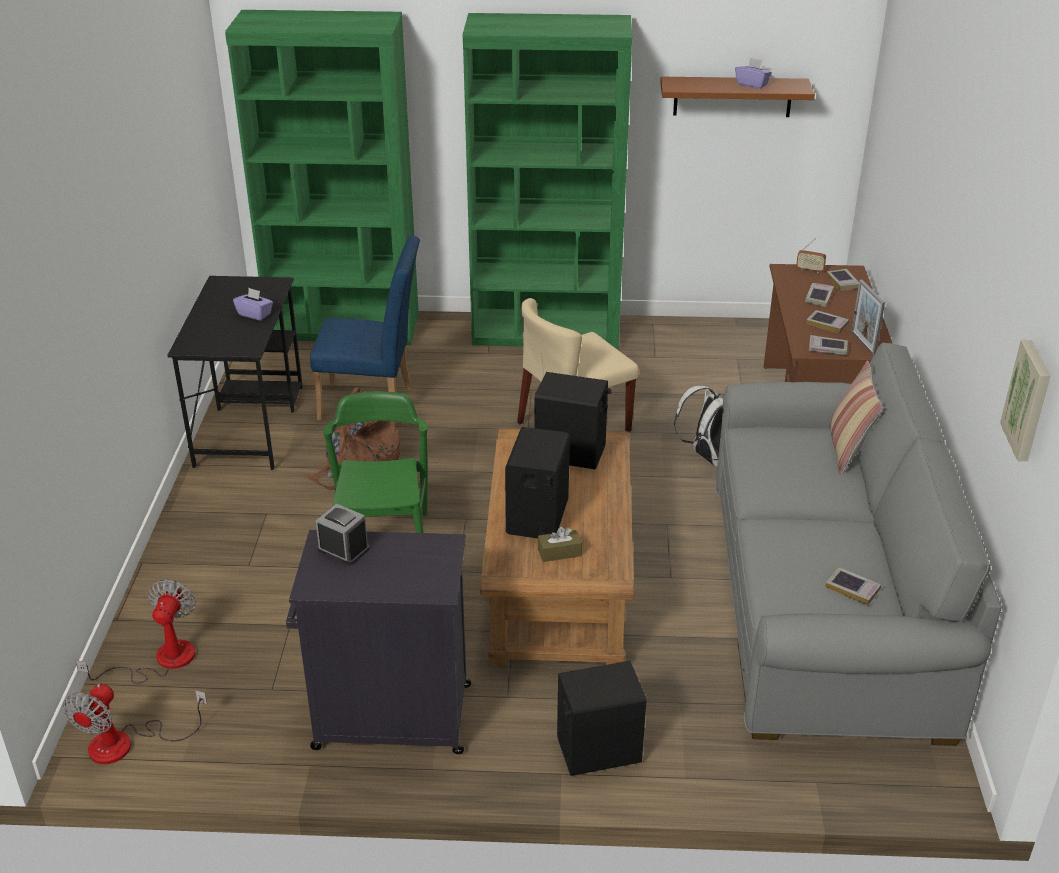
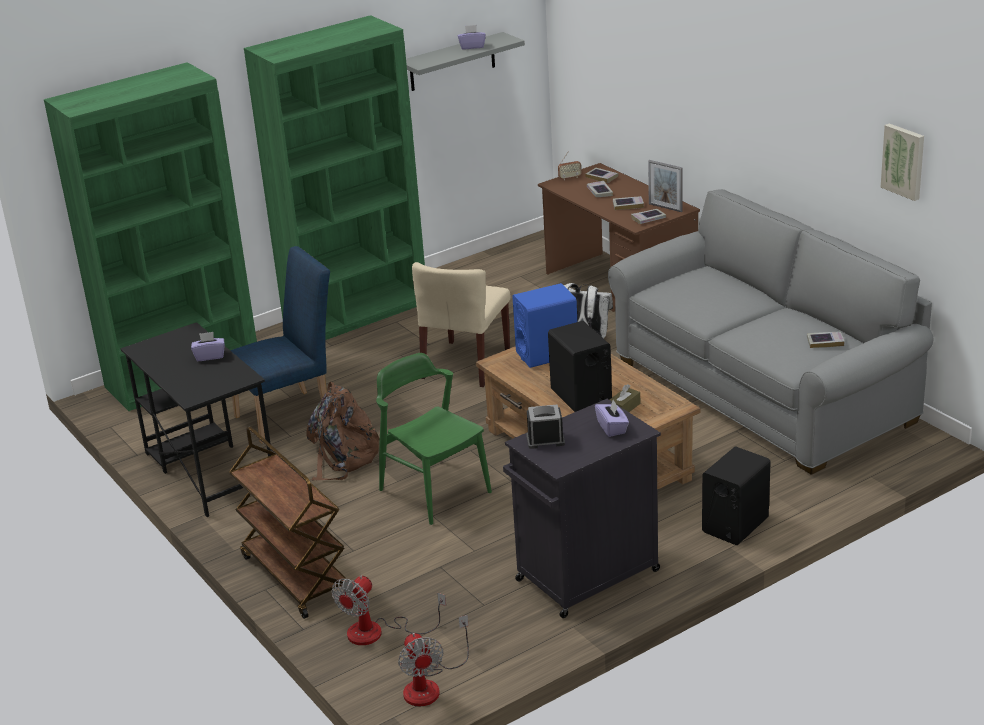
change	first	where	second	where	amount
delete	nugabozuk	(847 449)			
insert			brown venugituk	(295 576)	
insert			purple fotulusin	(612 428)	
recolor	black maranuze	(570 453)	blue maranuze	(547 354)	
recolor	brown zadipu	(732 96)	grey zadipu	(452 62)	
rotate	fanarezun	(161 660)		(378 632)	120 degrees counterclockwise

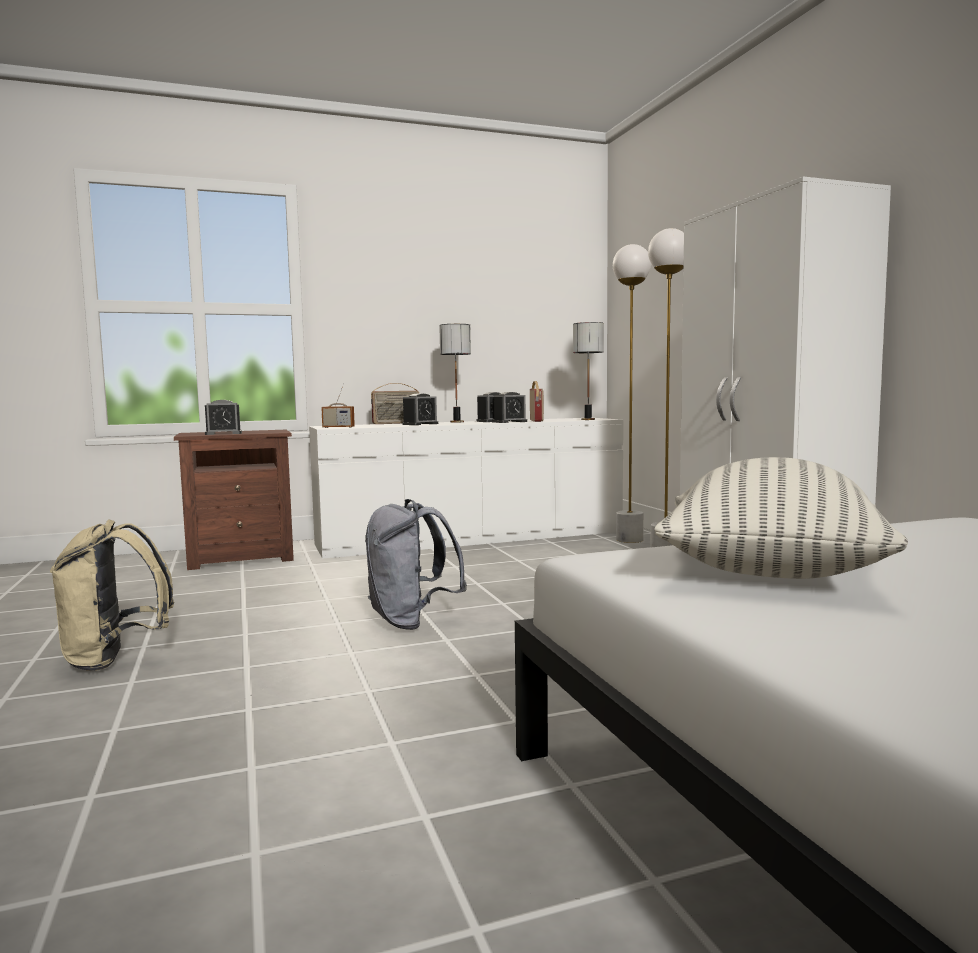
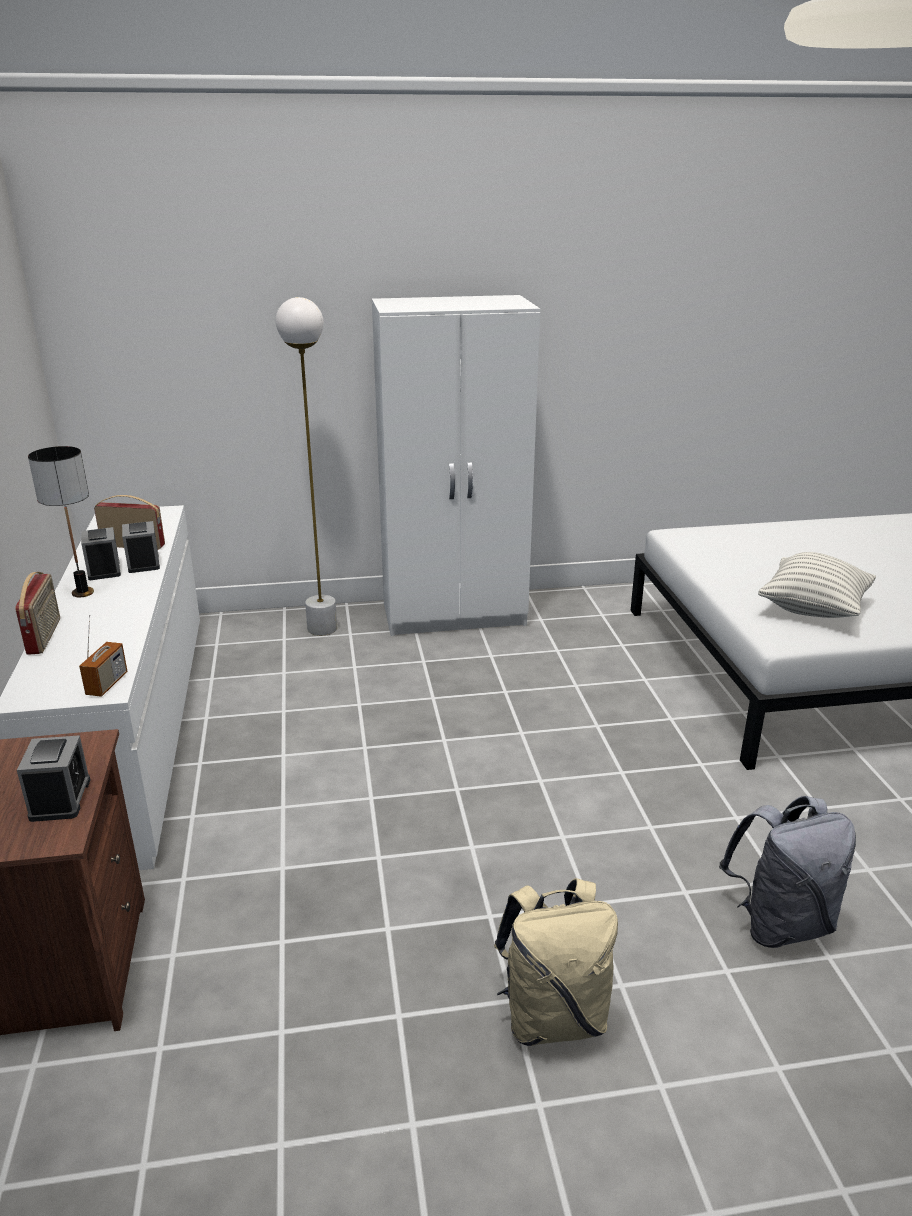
change	first	where	second	where	amount
delete	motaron	(420 424)			
delete	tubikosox	(588 419)			
delete	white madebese	(629 540)			
move	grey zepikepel	(411 622)		(780 923)	

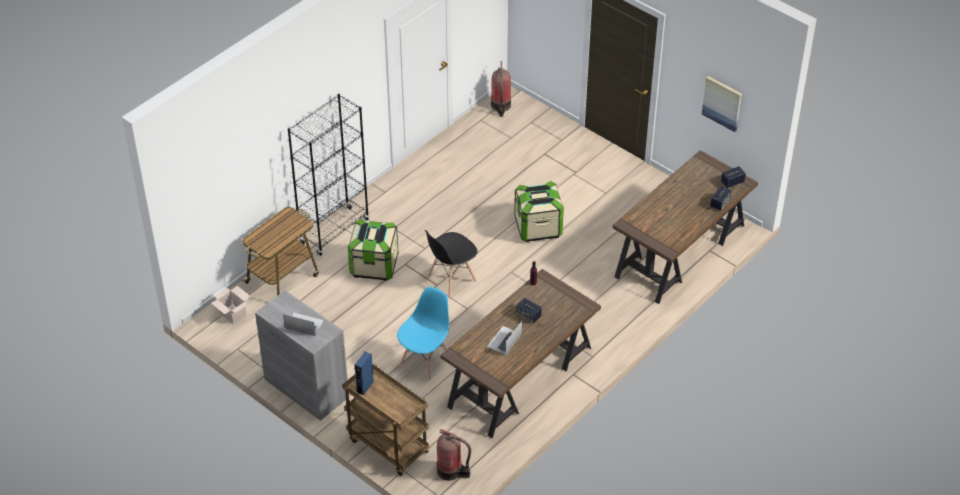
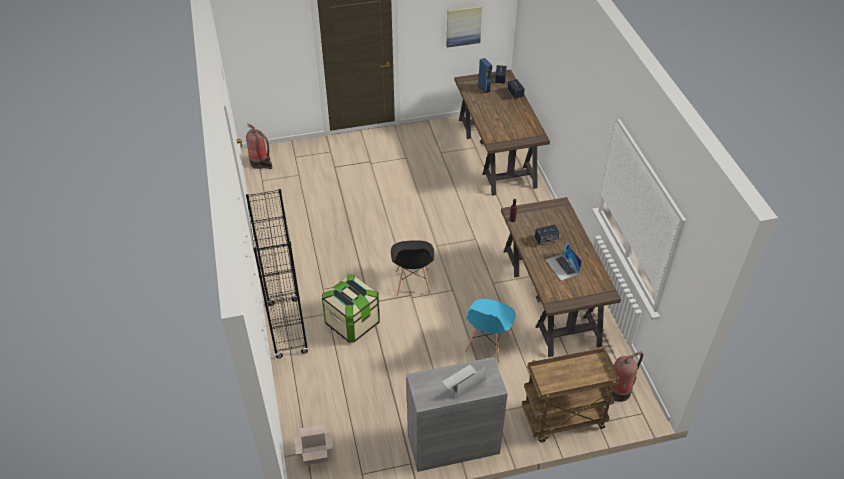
change	first	where	second	where	amount
delete	venugituk	(283 278)			
delete	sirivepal	(538 227)			
move	blue maranuze	(365 386)		(484 89)	
rotate	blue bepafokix	(425 361)		(487 345)	135 degrees counterclockwise

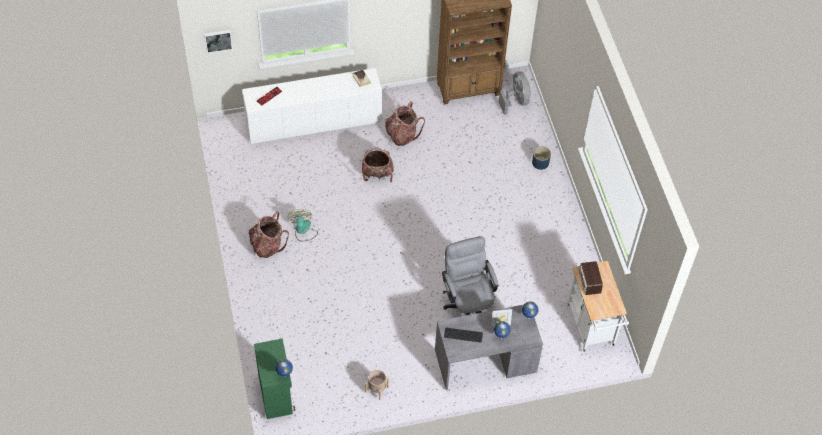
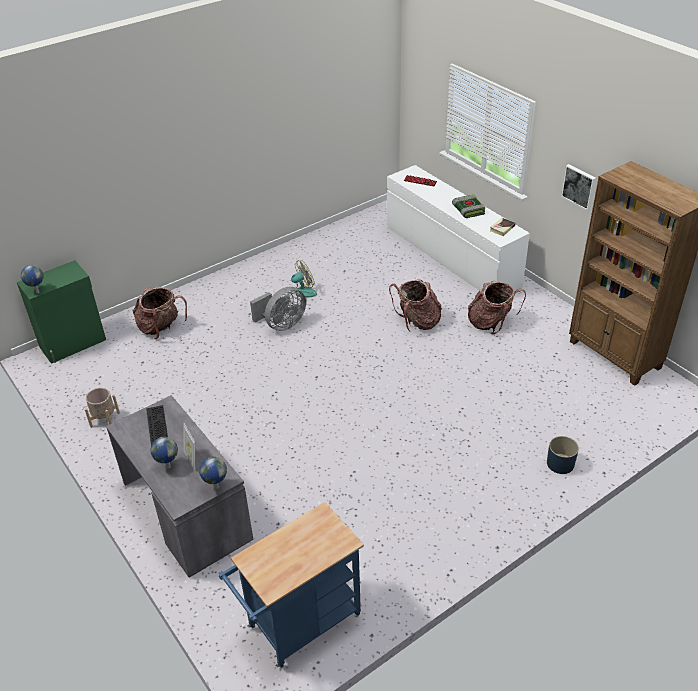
change	first	where	second	where	amount
delete	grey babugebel	(468 304)			
delete	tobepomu	(589 281)			
insert			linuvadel	(467 210)	
move	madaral	(218 40)		(579 186)	
move	zepikepel	(267 245)		(161 328)	
move	grey fanarezun	(516 101)		(282 325)	
recolor	white venugituk	(591 328)	blue venugituk	(299 625)	

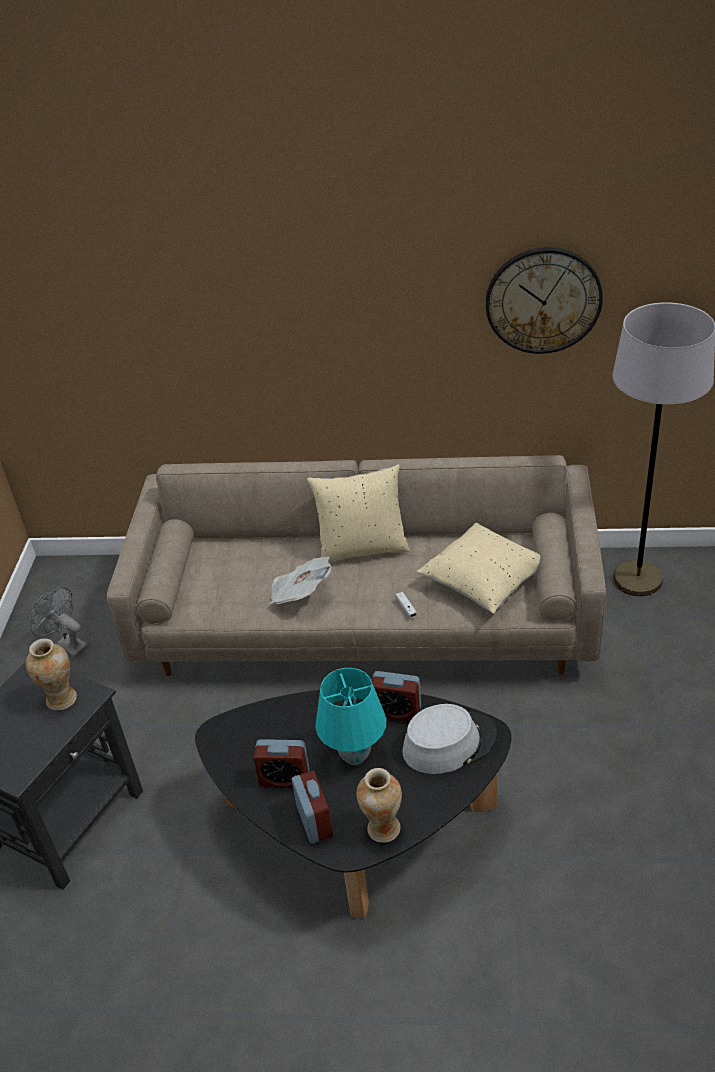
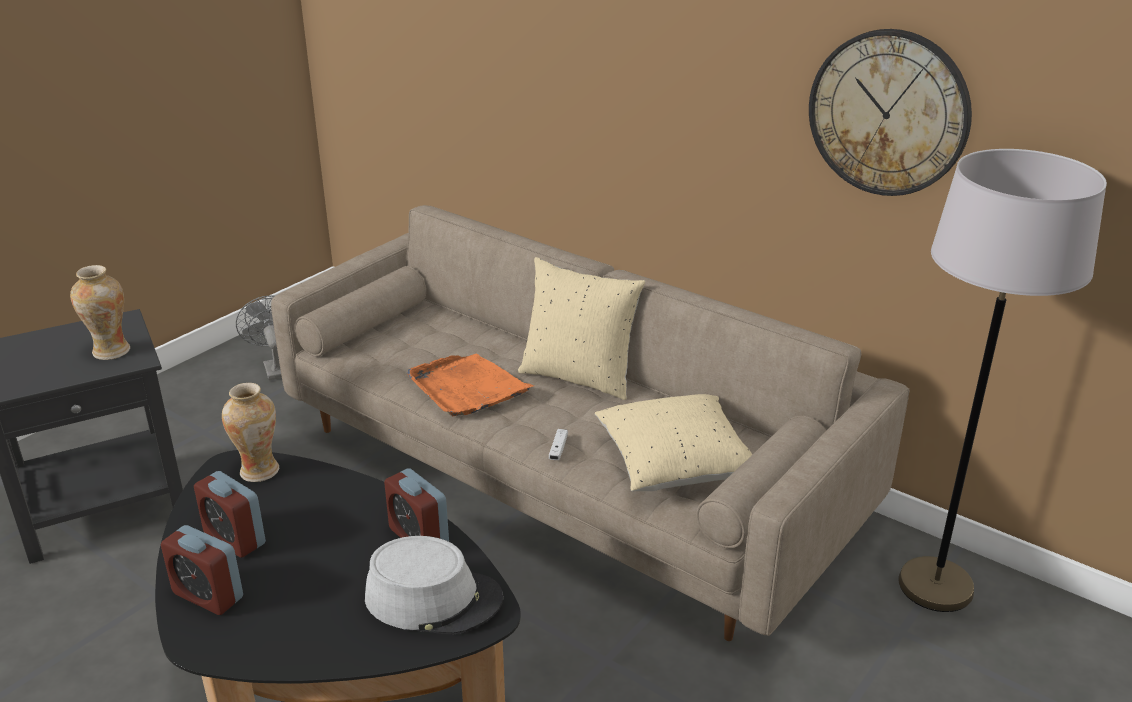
change	first	where	second	where	amount
delete	turquoise tubikosox	(355 755)			
move	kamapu	(383 829)		(259 471)	
replace	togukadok	(300 594)	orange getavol	(467 388)	
rotate	motaron	(314 821)		(208 595)	105 degrees clockwise

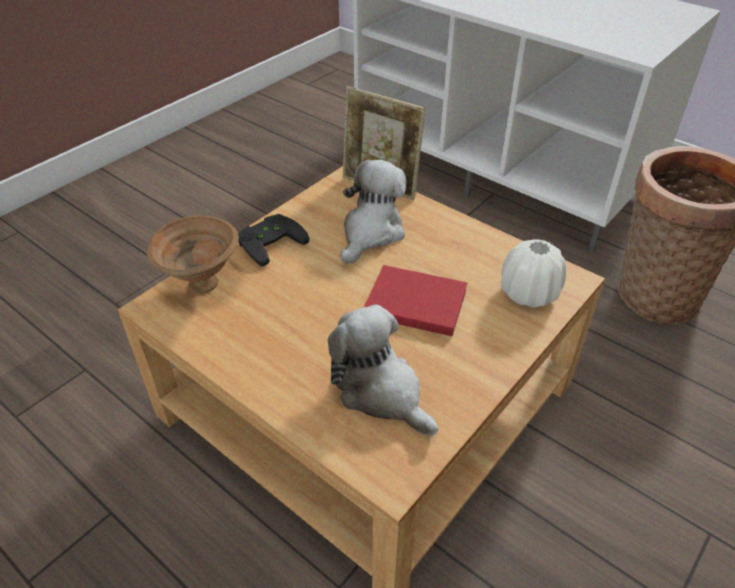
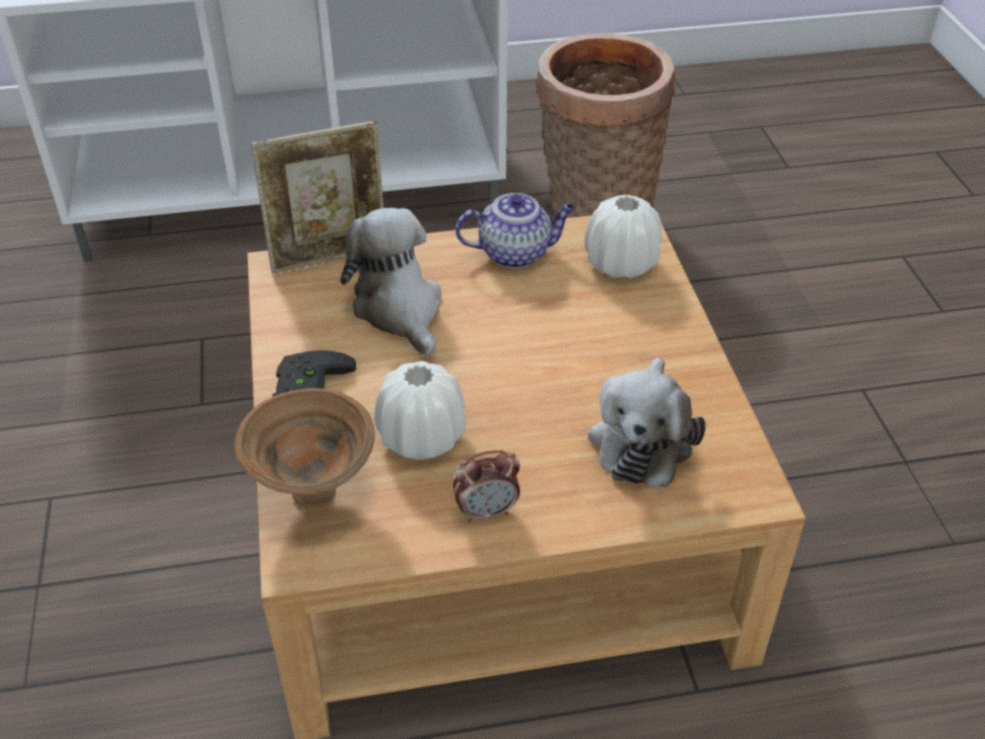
change	first	where	second	where	amount
delete	red linuvadel	(413 301)			
insert			white kamapu	(422 437)	
insert			motaron	(487 512)	
insert			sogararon	(516 253)	
rotate	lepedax	(380 391)		(642 438)	75 degrees counterclockwise

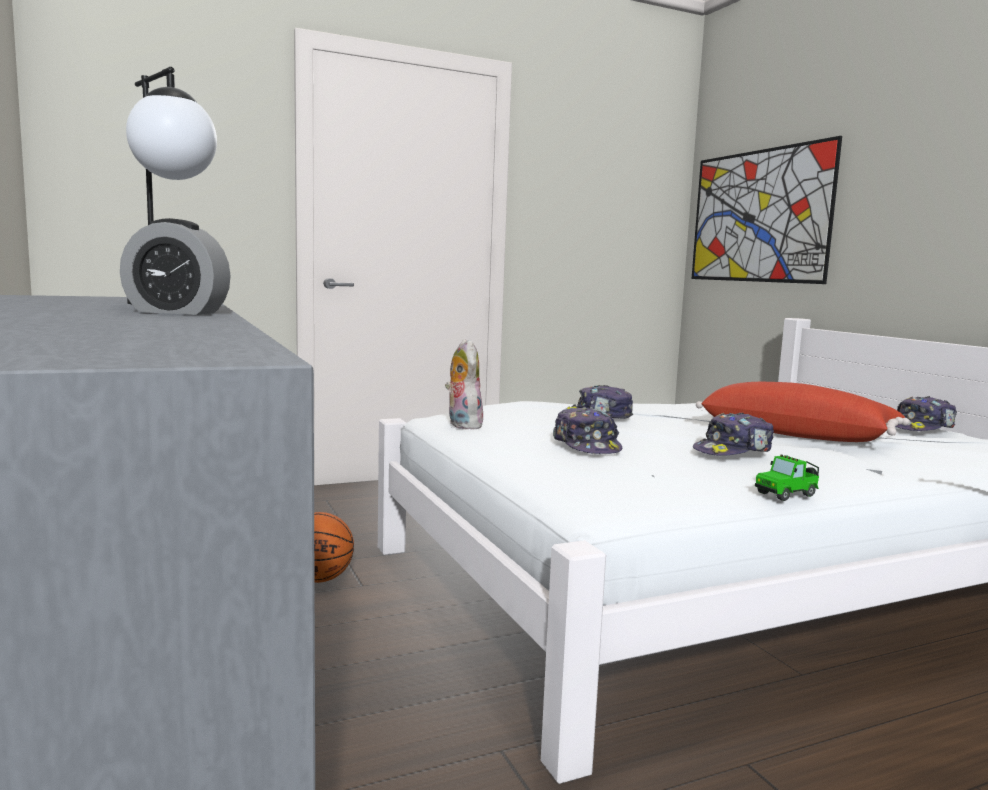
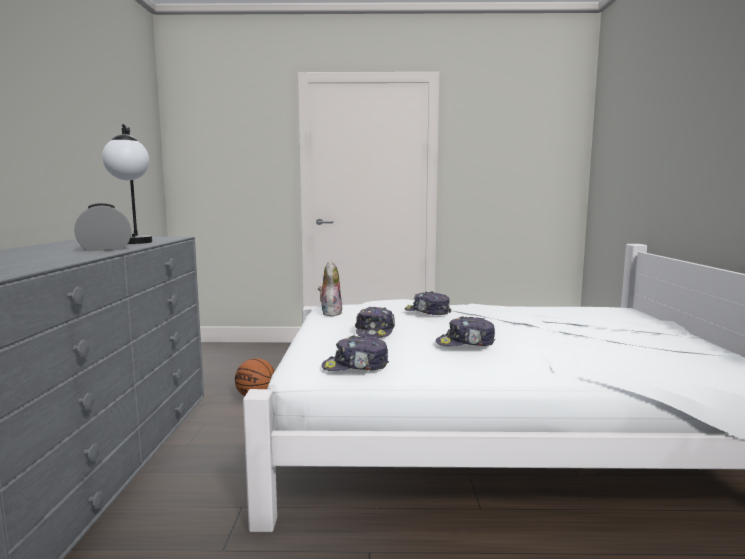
change	first	where	second	where	amount
delete	madaral	(758 216)			
delete	red nugabozuk	(797 435)			
delete	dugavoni	(787 494)			
move	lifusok	(922 428)		(355 366)	
rotate	motaron	(177 312)		(105 249)	120 degrees clockwise

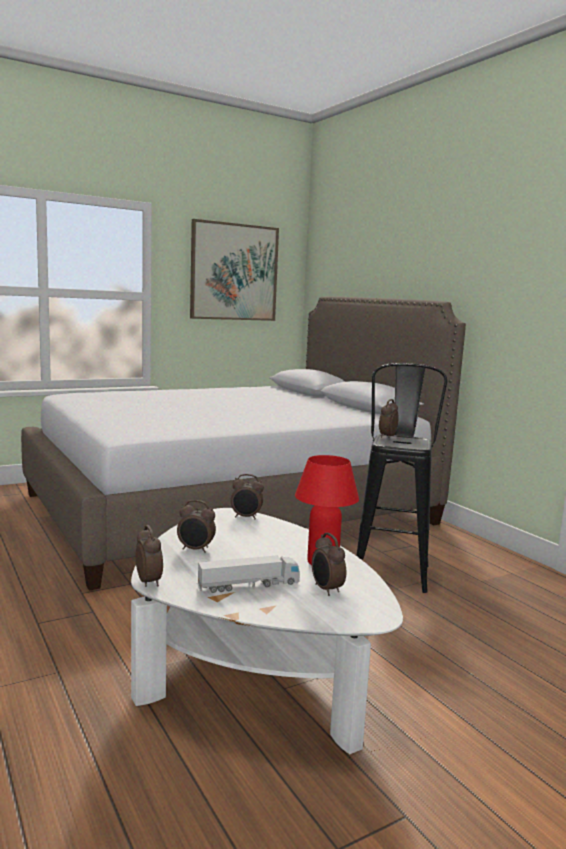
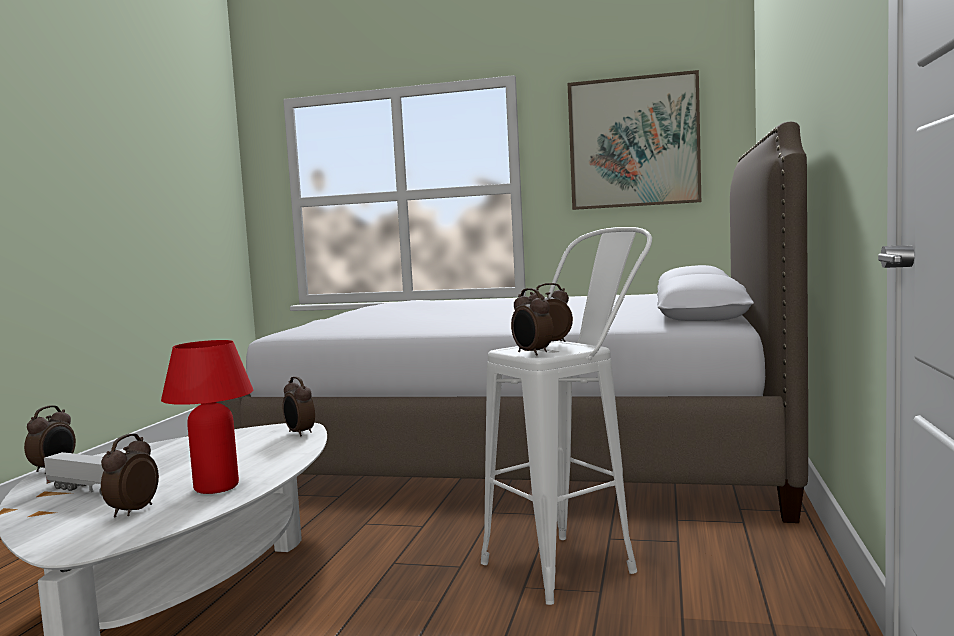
change	first	where	second	where	amount
move	motaron	(195 549)		(532 353)	
recolor	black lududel	(392 568)	white lududel	(575 562)	

